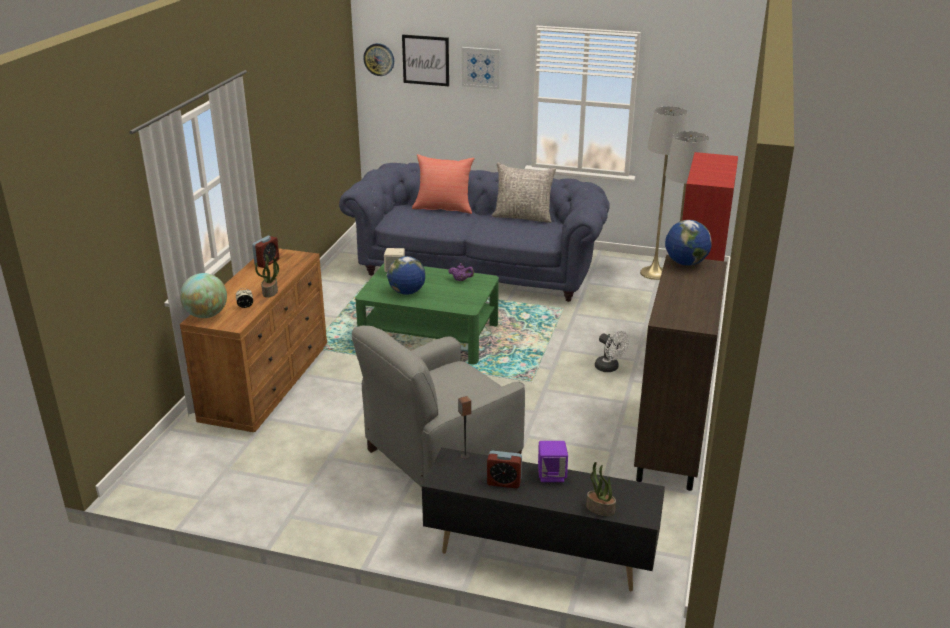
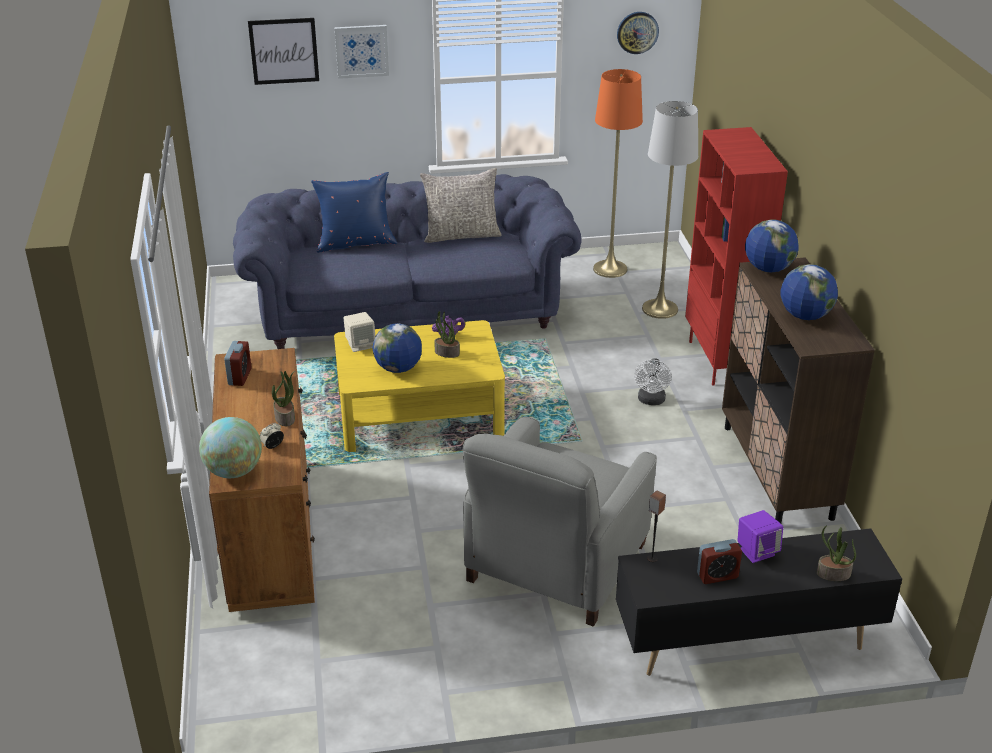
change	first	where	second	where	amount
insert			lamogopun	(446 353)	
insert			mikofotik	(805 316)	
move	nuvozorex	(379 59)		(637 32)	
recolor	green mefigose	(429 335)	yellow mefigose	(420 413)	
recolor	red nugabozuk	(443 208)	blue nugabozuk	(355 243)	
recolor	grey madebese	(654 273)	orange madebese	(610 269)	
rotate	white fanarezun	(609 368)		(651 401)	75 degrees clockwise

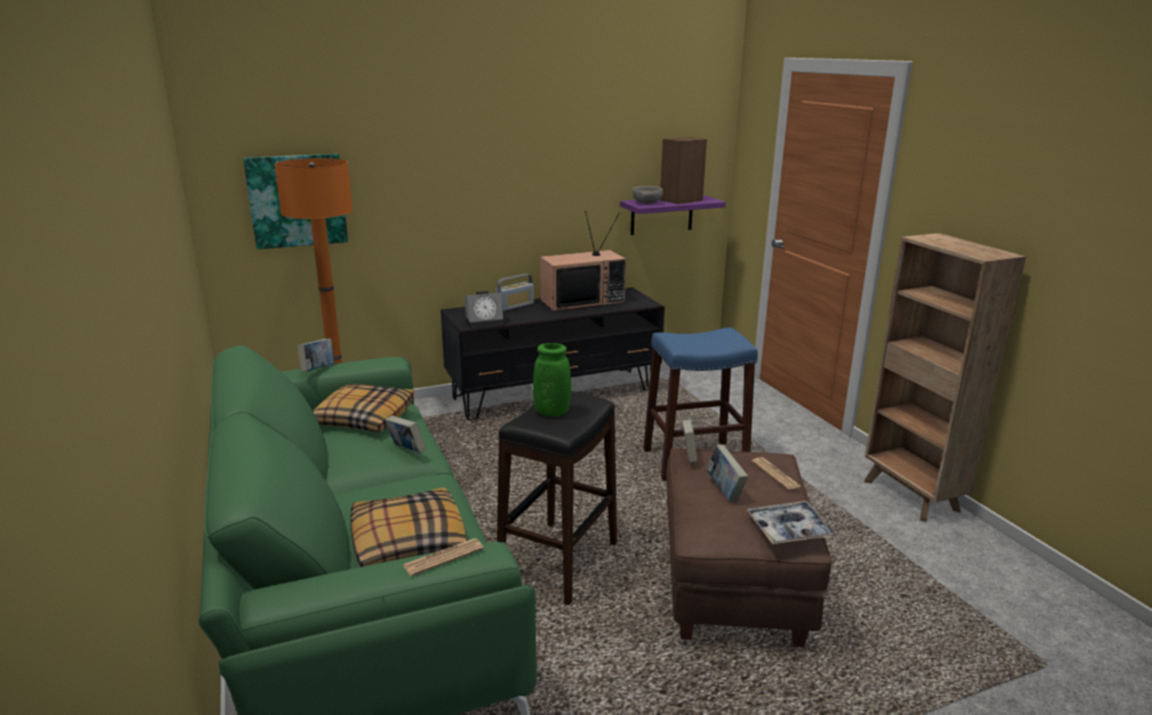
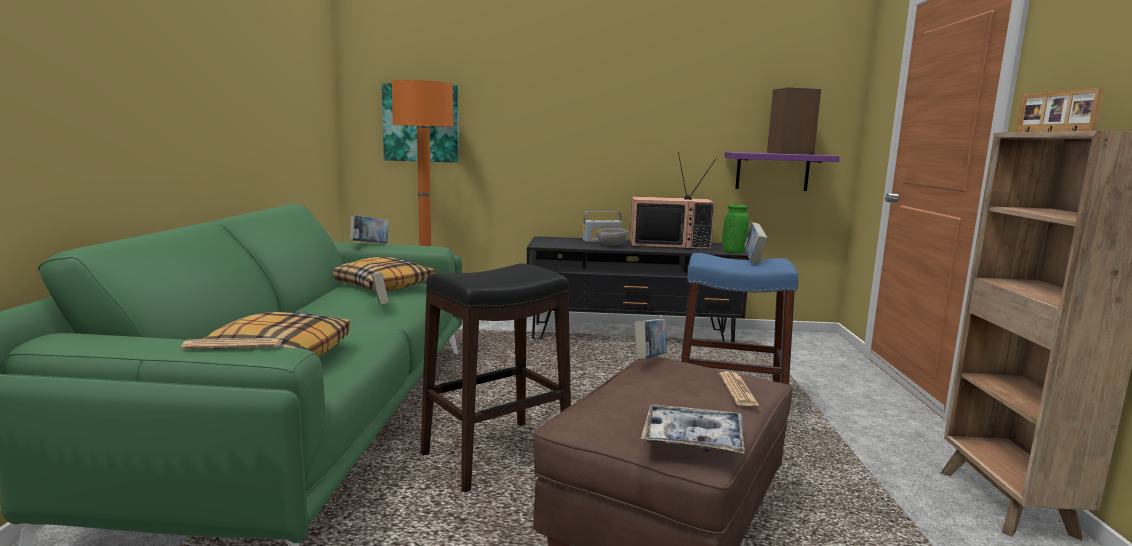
change	first	where	second	where	amount
delete	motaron	(485 323)			
insert			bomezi	(1051 131)	
move	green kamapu	(552 412)		(733 252)	
move	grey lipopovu	(647 203)		(612 245)	
move	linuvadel	(724 491)		(753 260)	

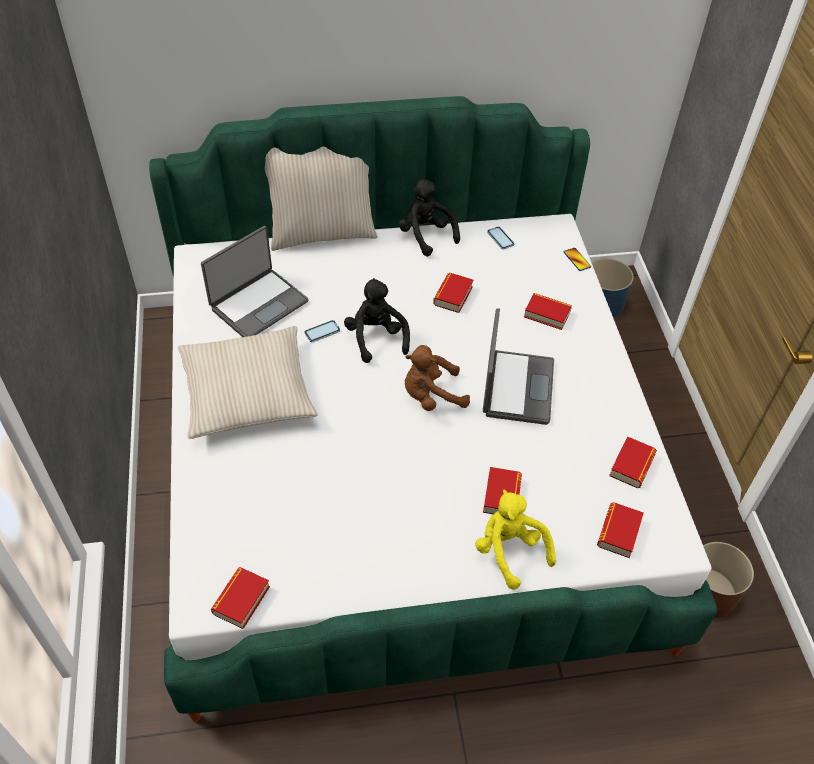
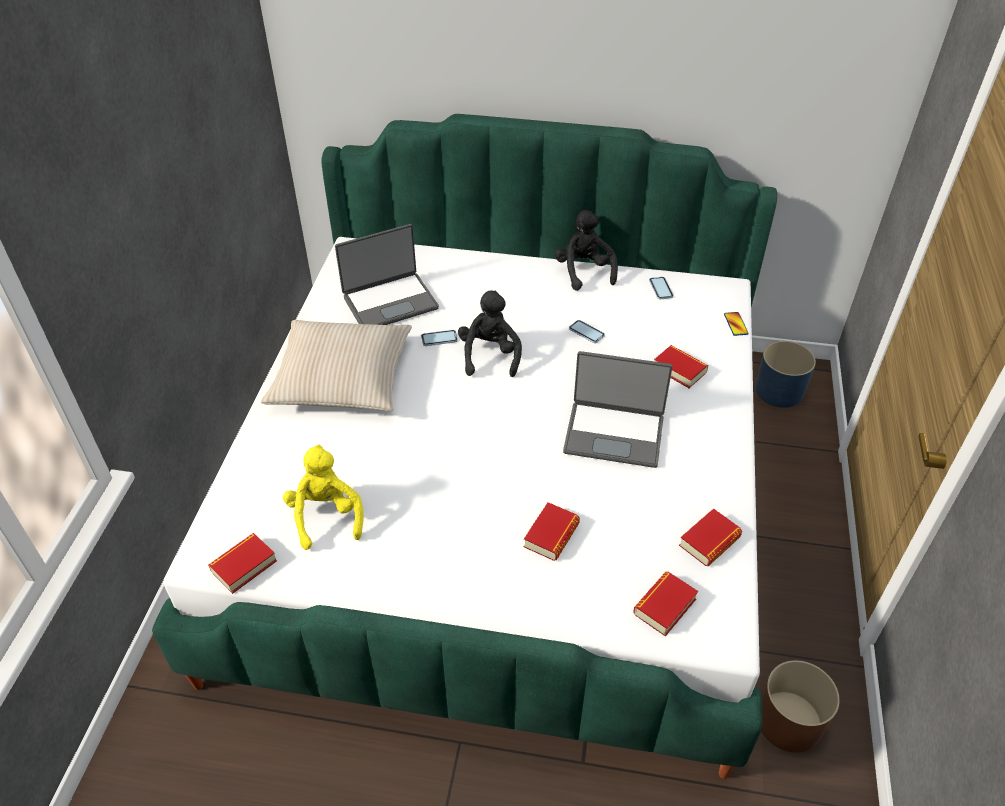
change	first	where	second	where	amount
delete	beige nugabozuk	(322 232)			
delete	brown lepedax	(431 396)			
move	yellow lepedax	(509 551)		(326 516)	
replace	linuvadel	(453 296)	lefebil	(586 332)	
rotate	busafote	(516 387)		(614 433)	75 degrees clockwise

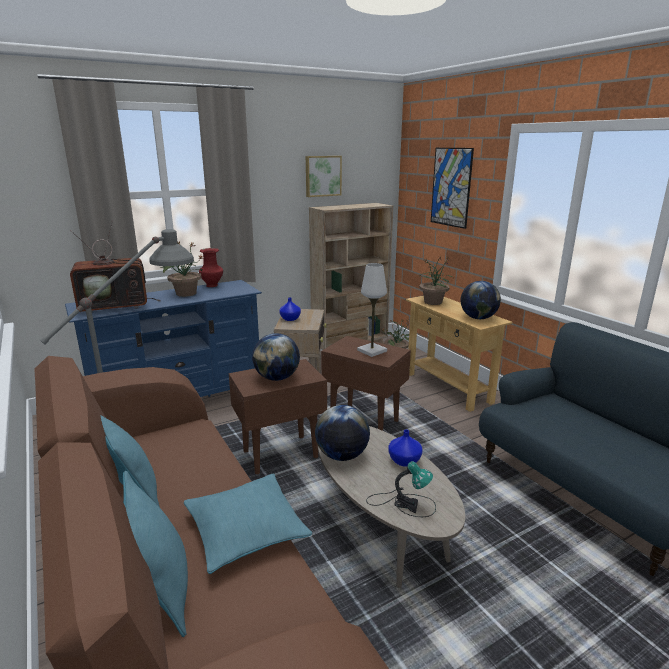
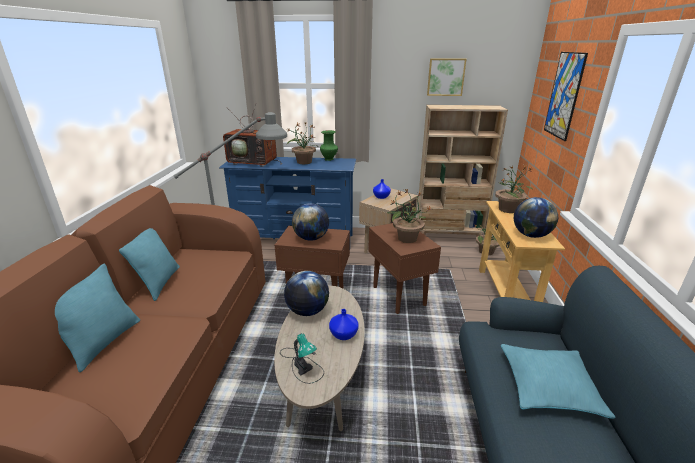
change	first	where	second	where	amount
move	turquoise nugabozuk	(246 530)		(548 387)	
replace	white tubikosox	(372 351)	lamogopun	(406 238)	
recolor	red kamapu	(212 285)	green kamapu	(329 159)	

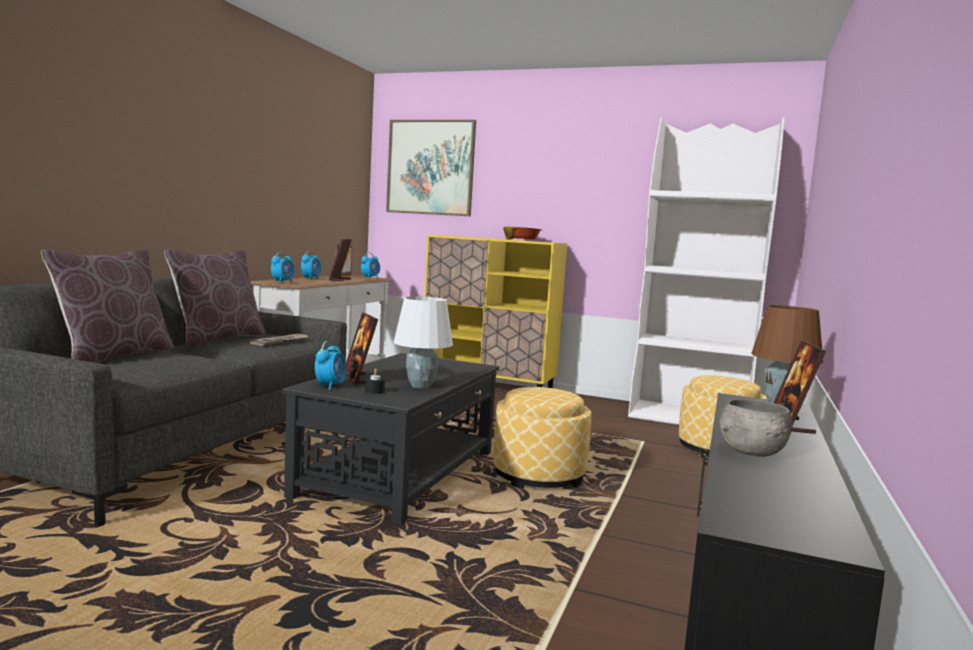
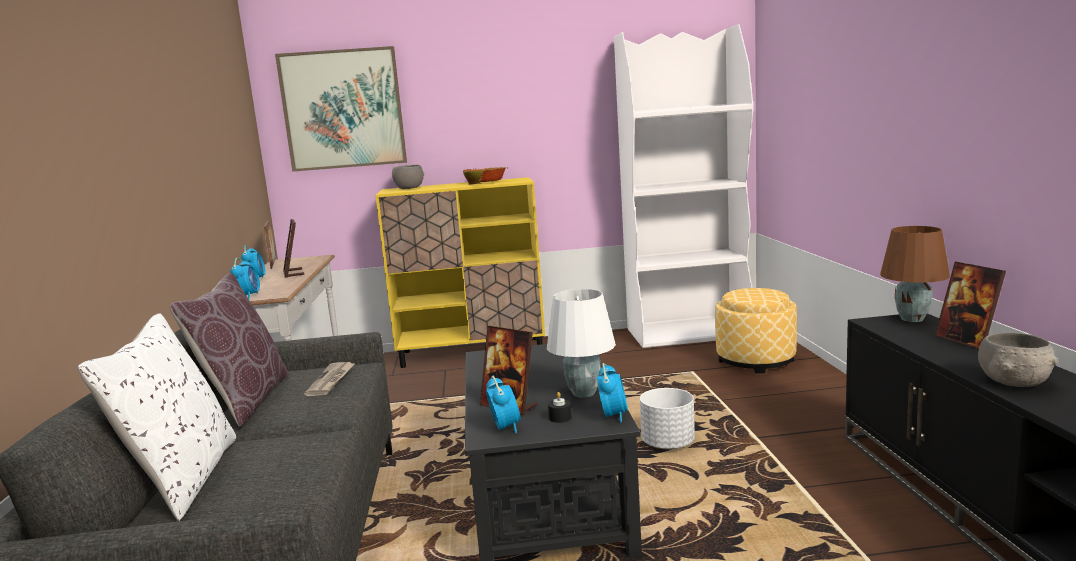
change	first	where	second	where	amount
insert			grey lipopovu	(409 188)	
move	motaron	(370 278)		(613 415)	
replace	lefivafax	(538 476)	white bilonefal	(667 444)	
recolor	brown nugabozuk	(114 355)	white nugabozuk	(182 479)	

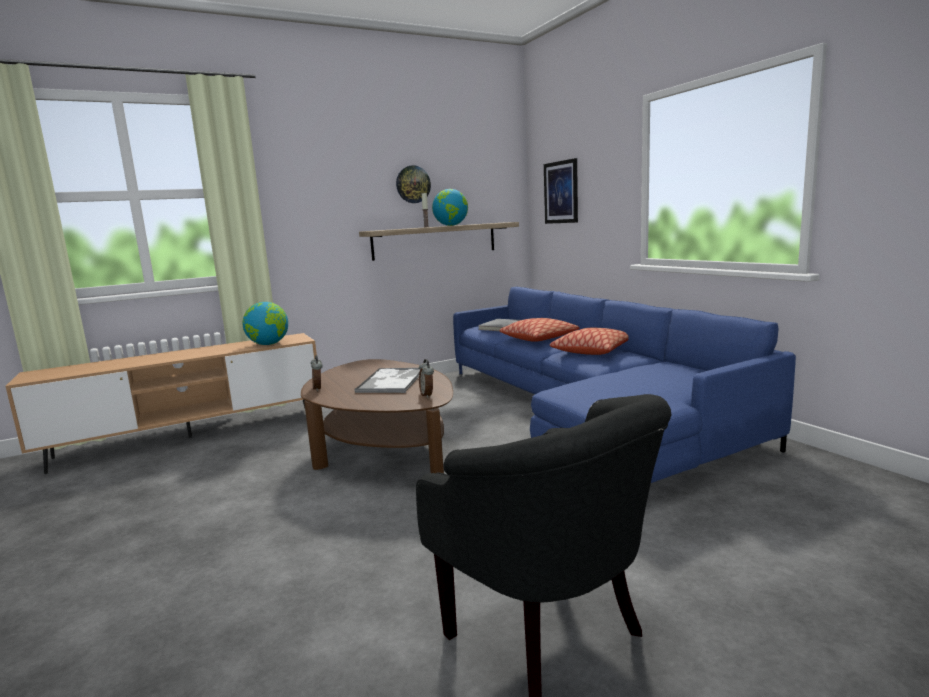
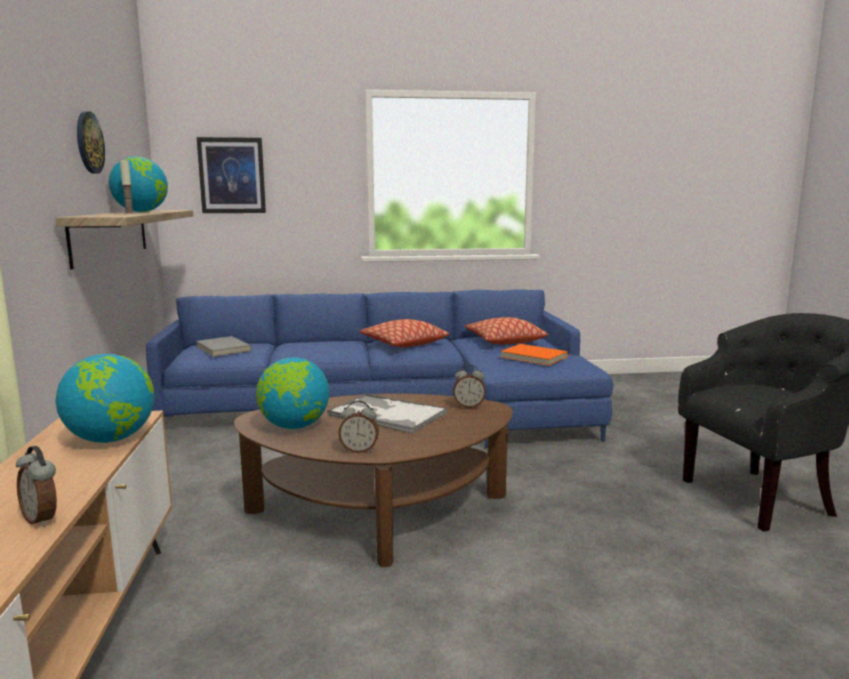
change	first	where	second	where	amount
insert			motaron	(42 519)	
insert			mikofotik	(294 426)	
insert			orange linuvadel	(533 357)	
move	nugabozuk	(539 338)		(504 341)	

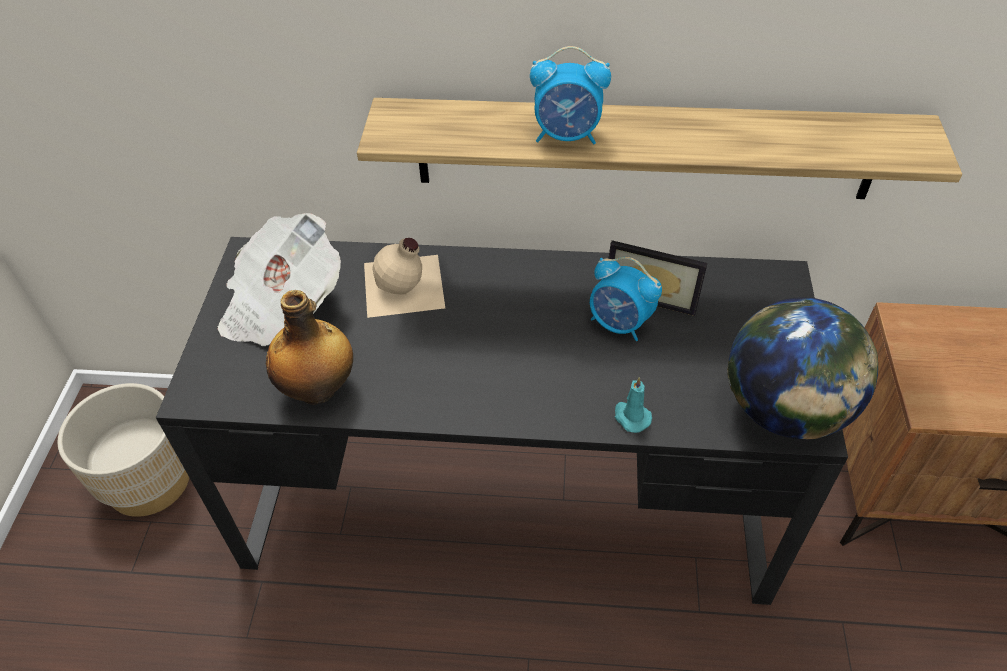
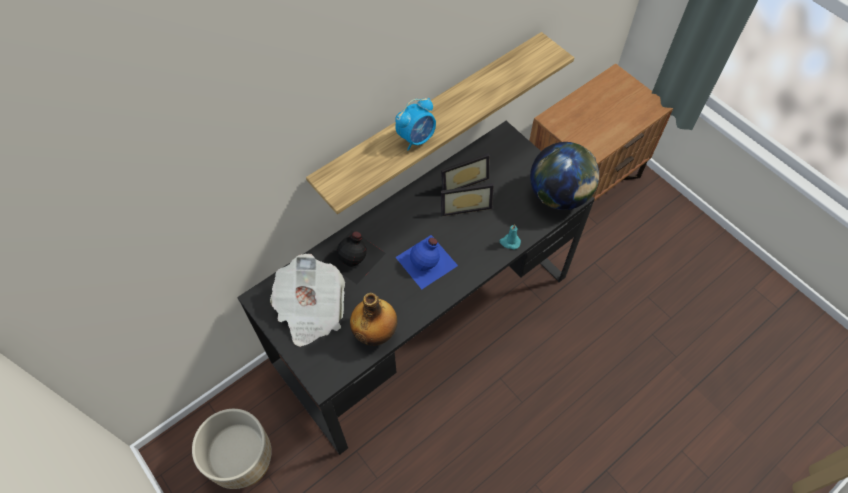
change	first	where	second	where	amount
insert			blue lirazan	(427 261)	
replace	motaron	(619 324)	bomezi	(465 204)	
recolor	beige lirazan	(405 286)	black lirazan	(355 256)	

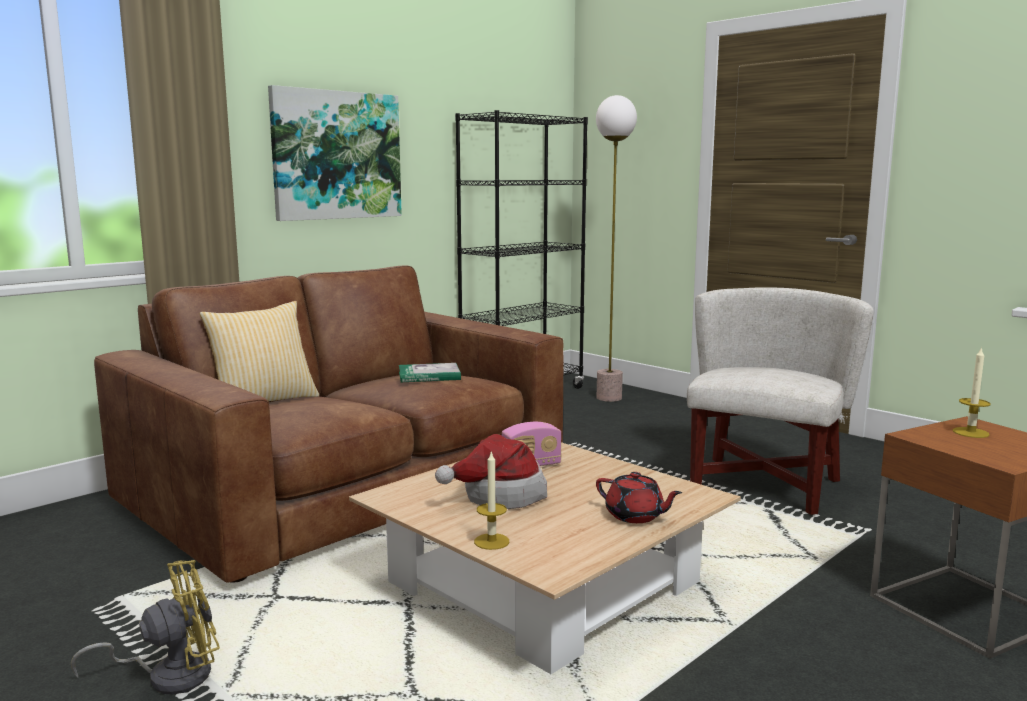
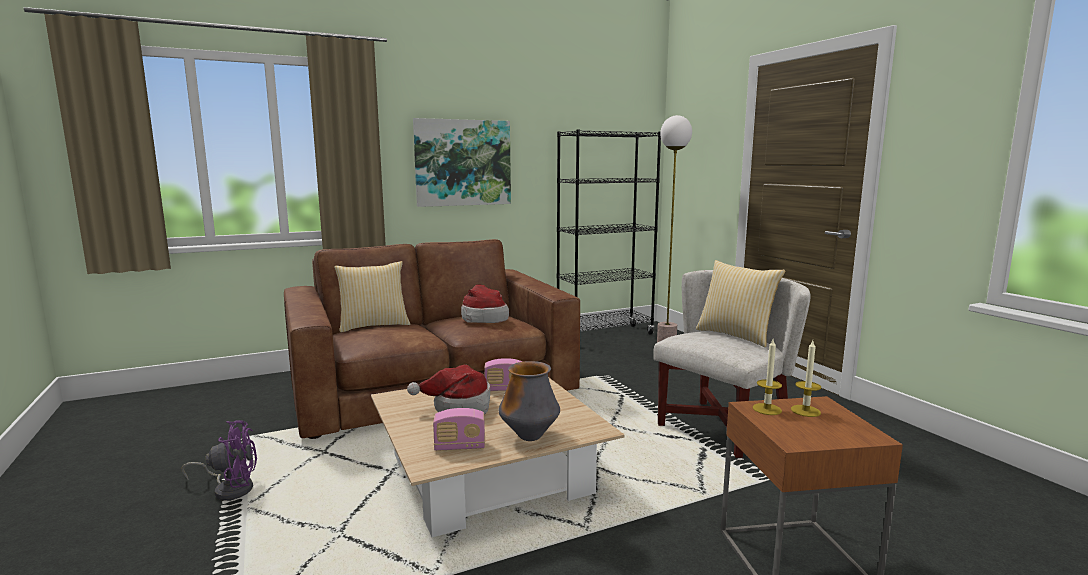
change	first	where	second	where	amount
insert			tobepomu	(460 447)	
insert			nugabozuk	(736 335)	
move	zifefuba	(491 541)		(767 409)	
replace	linuvadel	(429 376)	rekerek	(483 317)	
replace	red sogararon	(635 516)	kamapu	(529 437)	
recolor	yellow fanarezun	(169 675)	purple fanarezun	(230 489)	

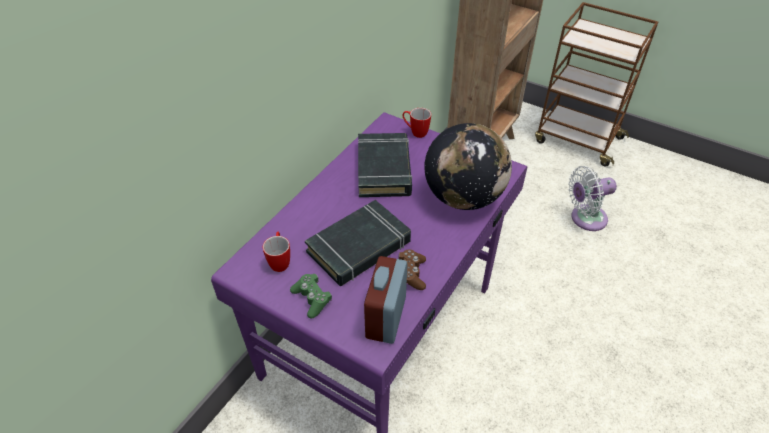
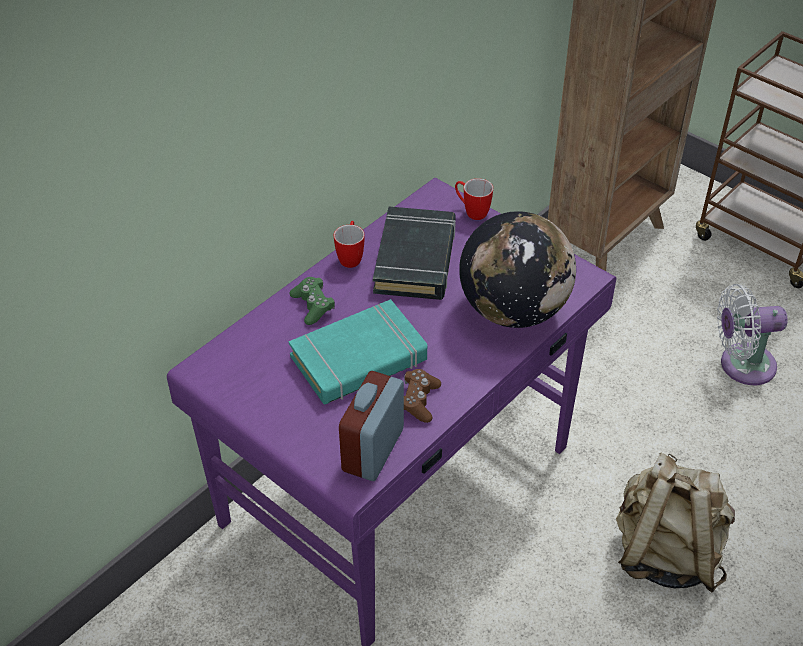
change	first	where	second	where	amount
insert			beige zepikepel	(665 552)	
move	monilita	(280 261)		(351 257)	
move	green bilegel	(312 299)		(313 306)	
recolor	black linuvadel	(359 247)	turquoise linuvadel	(359 359)	

